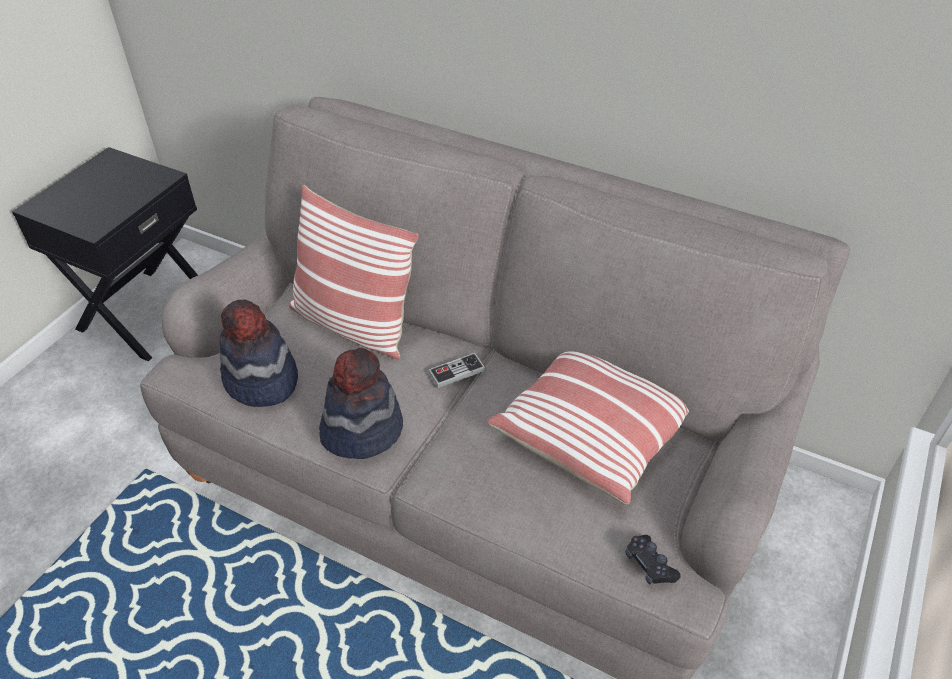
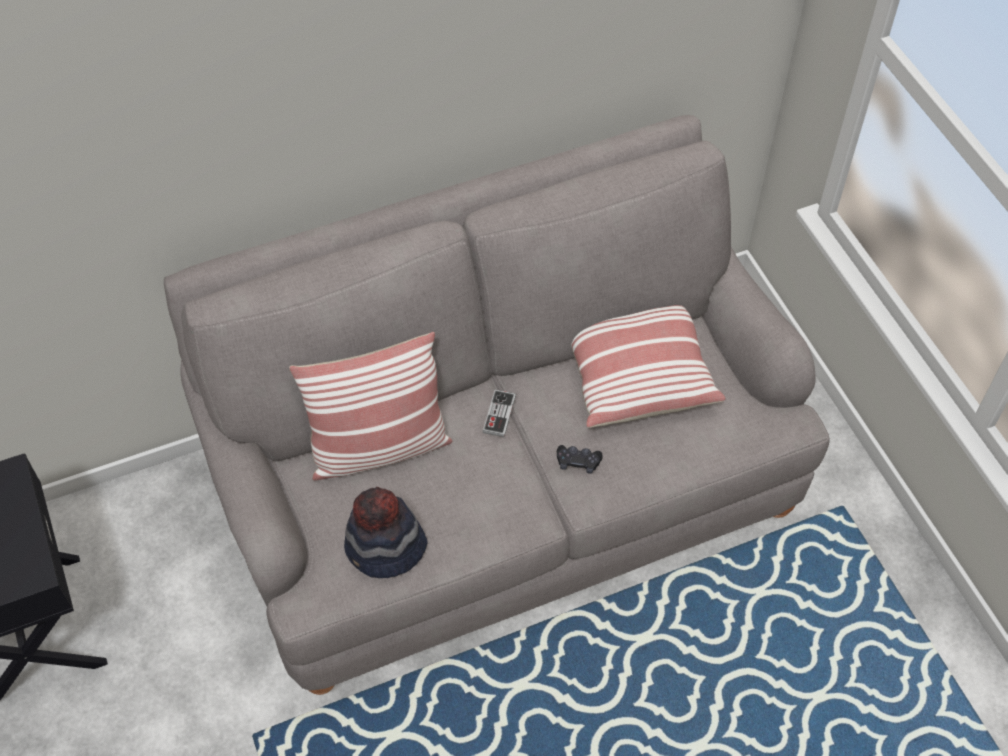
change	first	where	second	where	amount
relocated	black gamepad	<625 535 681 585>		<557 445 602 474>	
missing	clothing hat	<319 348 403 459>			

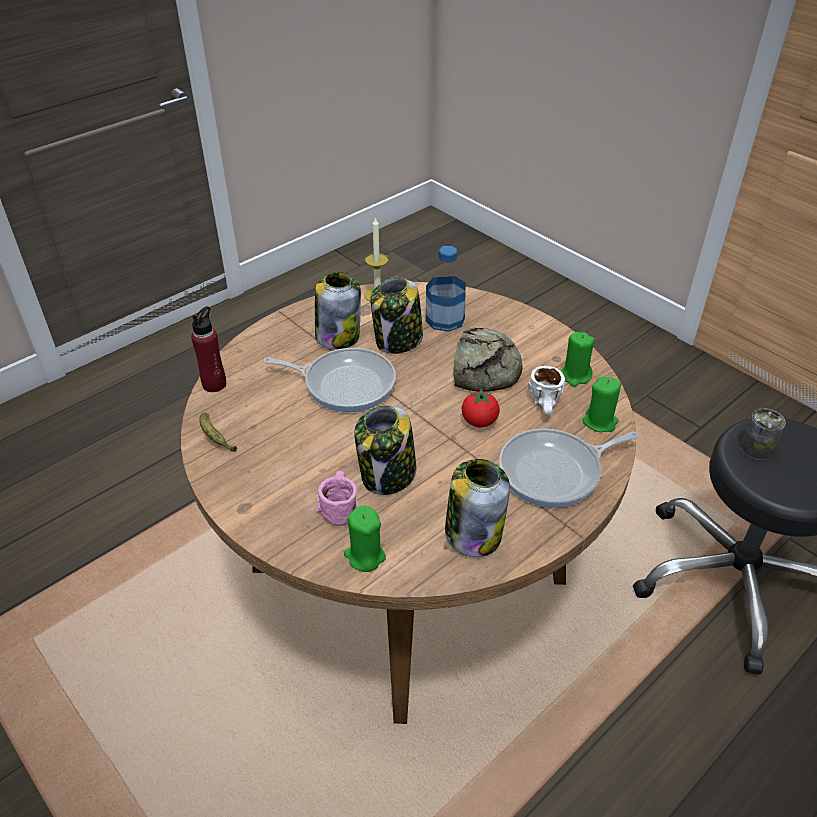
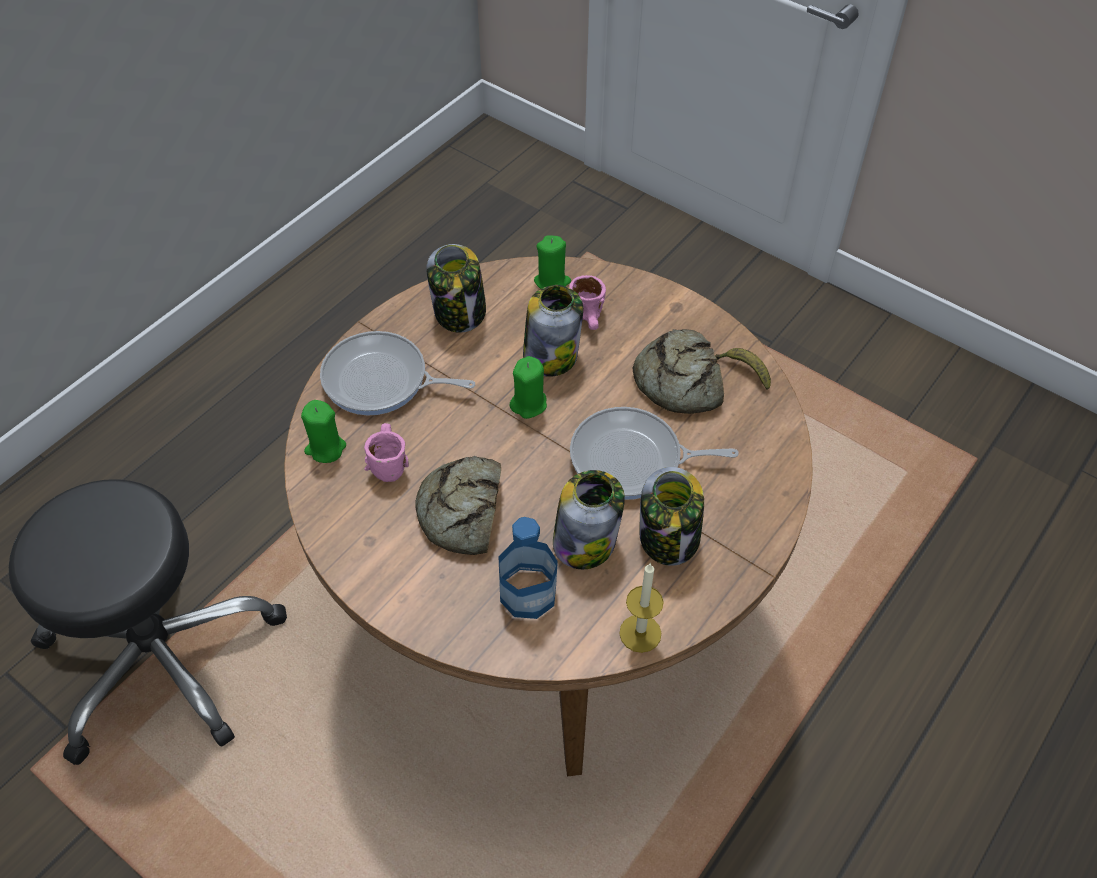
change	first	where	second	where	amount
spun	frying pan	<499 428 639 508>		<320 331 475 415>	135 degrees counterclockwise
colour	white-coloured coffee mug	<528 366 565 415>	pinkish coffee mug	<364 423 409 482>	
relocated	green-coloured wax candle	<561 332 595 387>		<510 356 547 419>	
appeared			bread	<633 329 724 414>	
missing	red bottle	<191 306 226 392>			
missing	whole tomato	<462 388 500 427>			
missing	metal can	<740 408 786 461>			

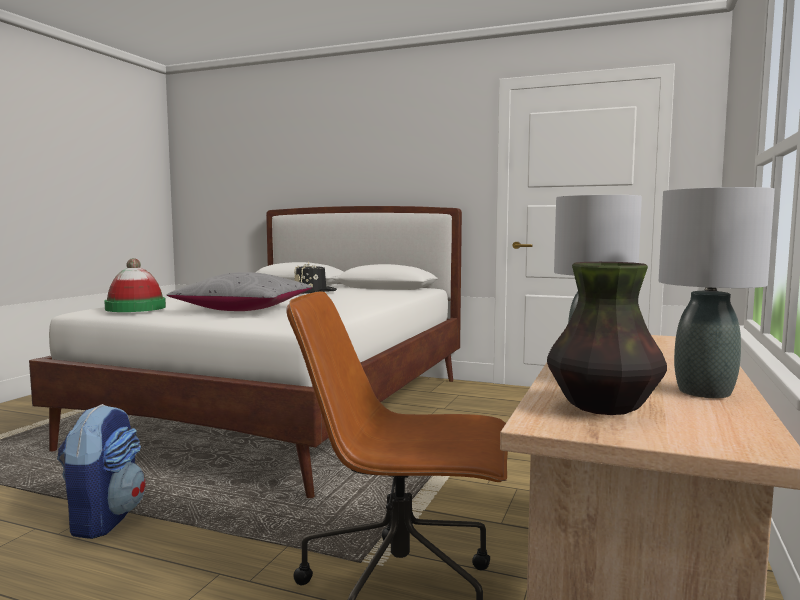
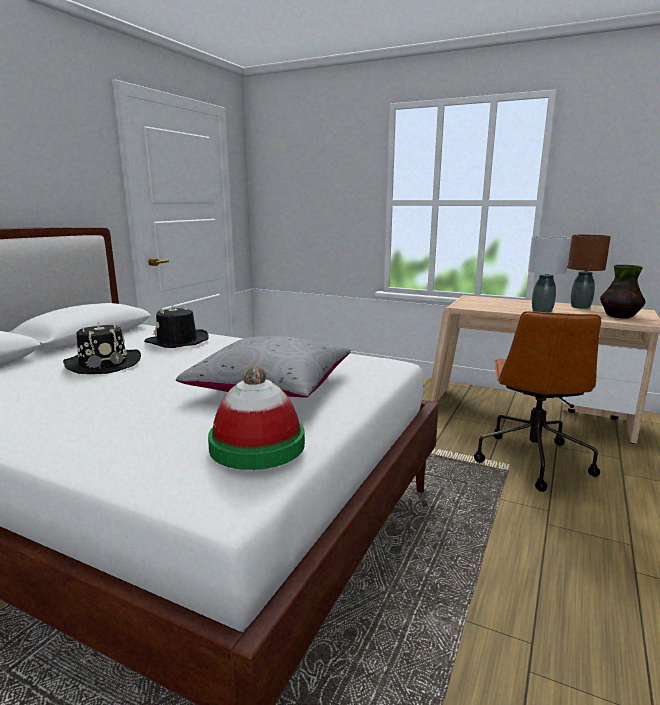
change	first	where	second	where	amount
appeared			black clothing hat	<144 304 209 348>	
colour	gray tabletop lamp	<659 187 775 398>	brownish tabletop lamp	<568 235 611 309>	
missing	rucksack	<57 404 146 539>			

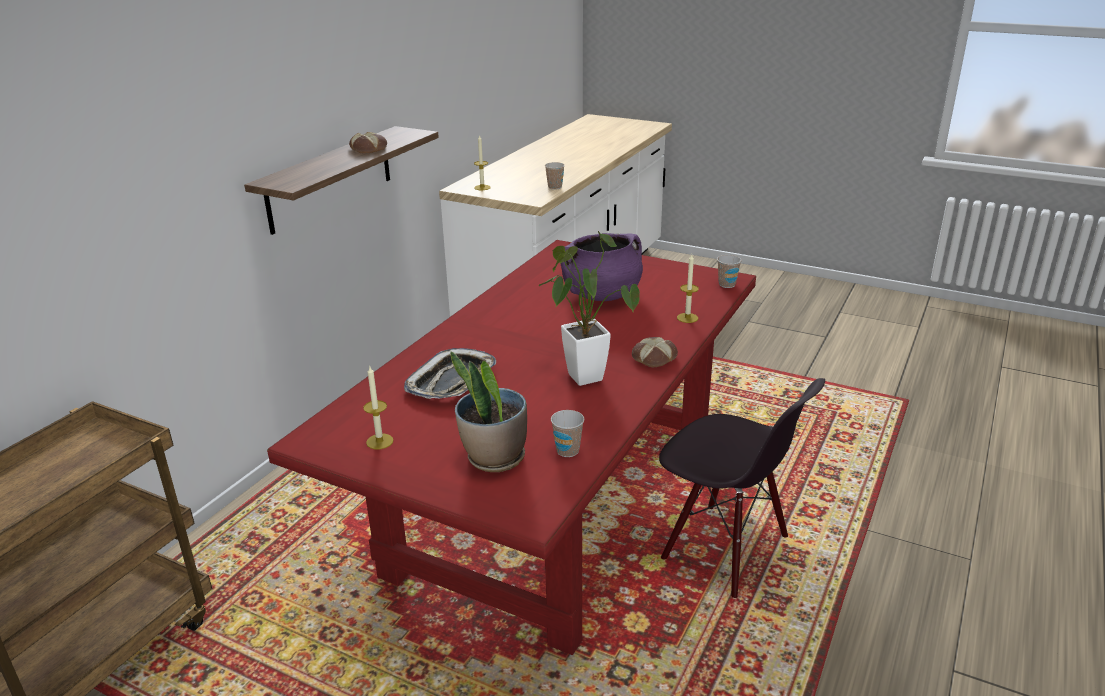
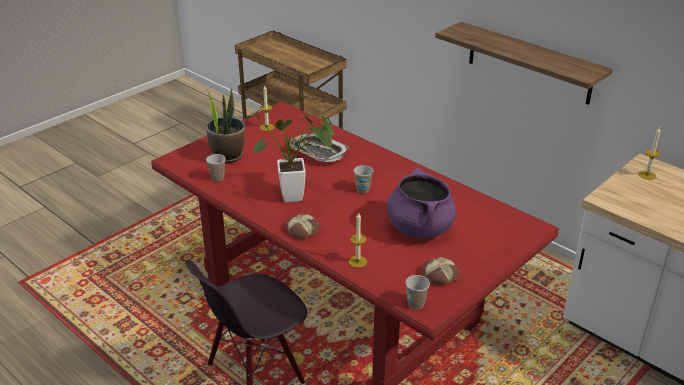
change	first	where	second	where	amount
relocated	small cup	<545 162 565 190>		<354 165 373 193>	
relocated	bread	<349 132 387 153>		<422 257 460 285>	

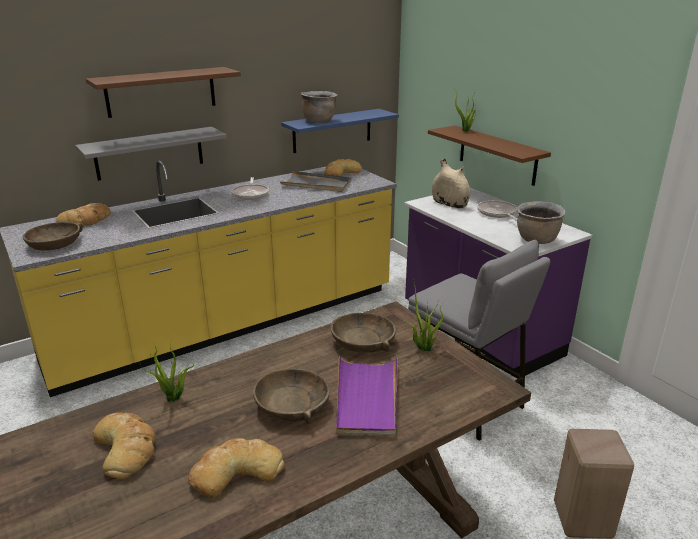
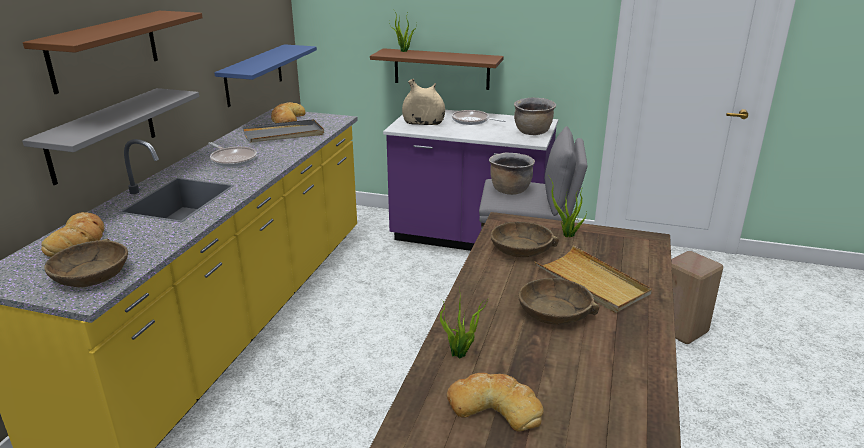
change	first	where	second	where	amount
relocated	brownish stockpot	<301 91 337 123>		<489 152 535 195>	
colour	purple-coloured carrying tray	<336 356 398 435>	sand-coloured carrying tray	<535 246 652 313>	
missing	bread	<188 438 285 498>			

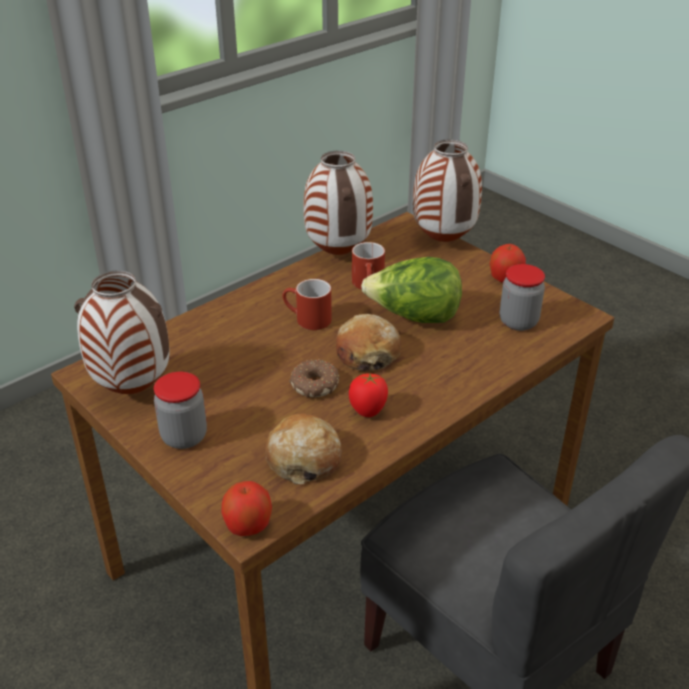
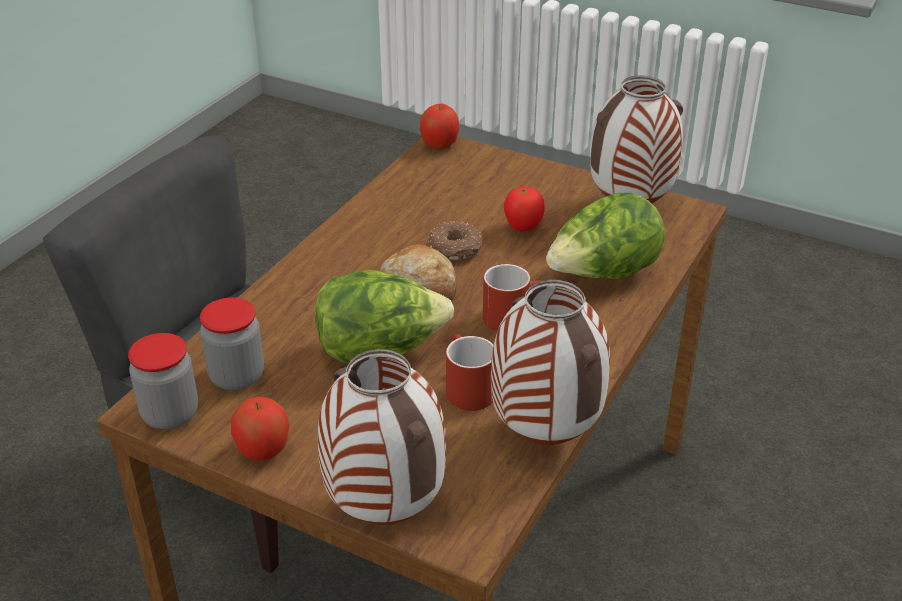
change	first	where	second	where	amount
relocated	preserve jar	<154 371 207 449>		<128 333 198 430>	
relocated	whole tomato	<349 373 388 417>		<504 186 545 231>	
appeared			head of lettuce	<546 193 665 279>	
missing	bread	<265 413 342 485>			

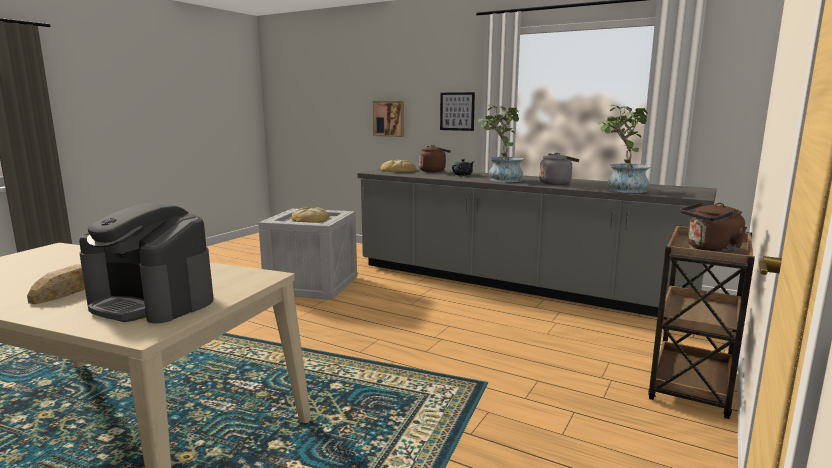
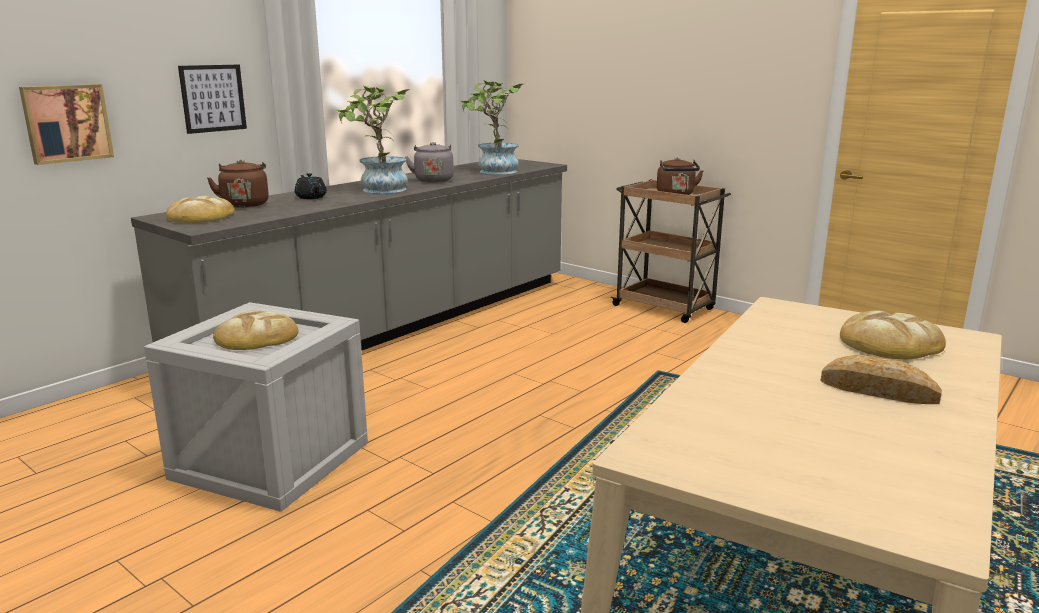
change	first	where	second	where	amount
exchanged	coffee brewer	<79 203 214 323>	bread	<840 311 946 359>	

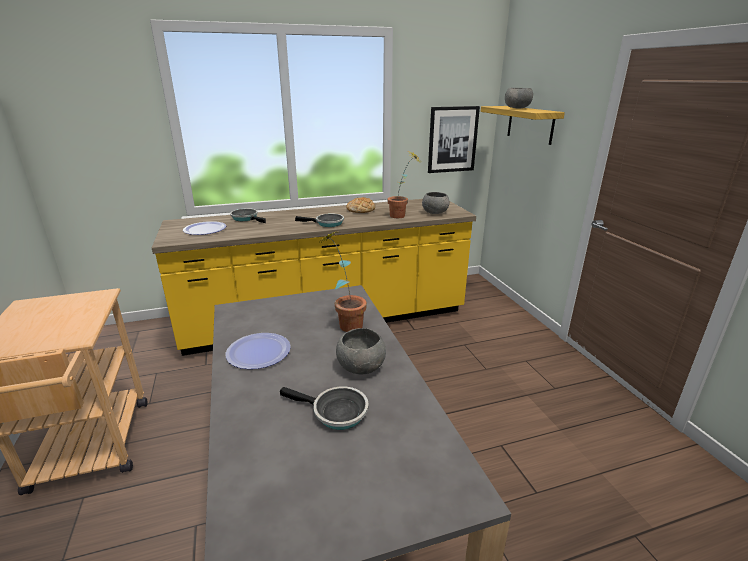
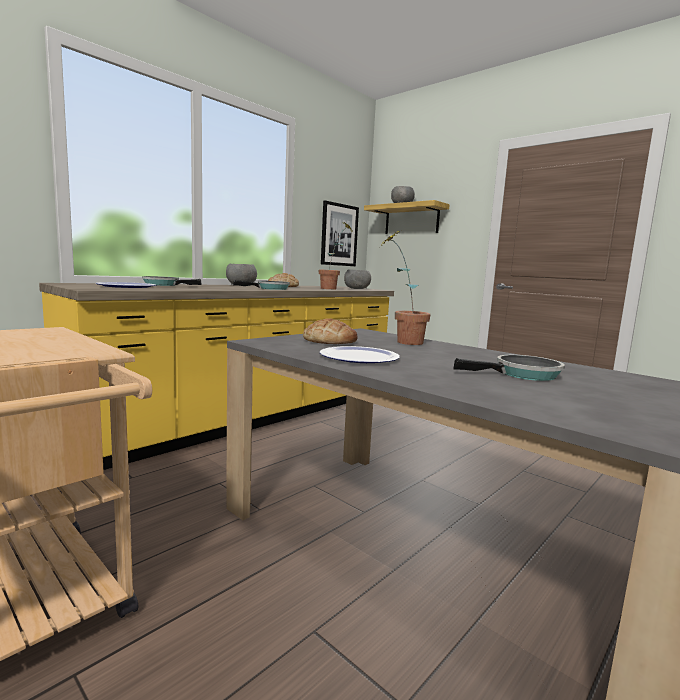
change	first	where	second	where	amount
relocated	gray serving bowl	<336 328 386 374>		<226 264 257 284>	
appeared			bread	<303 318 358 344>	

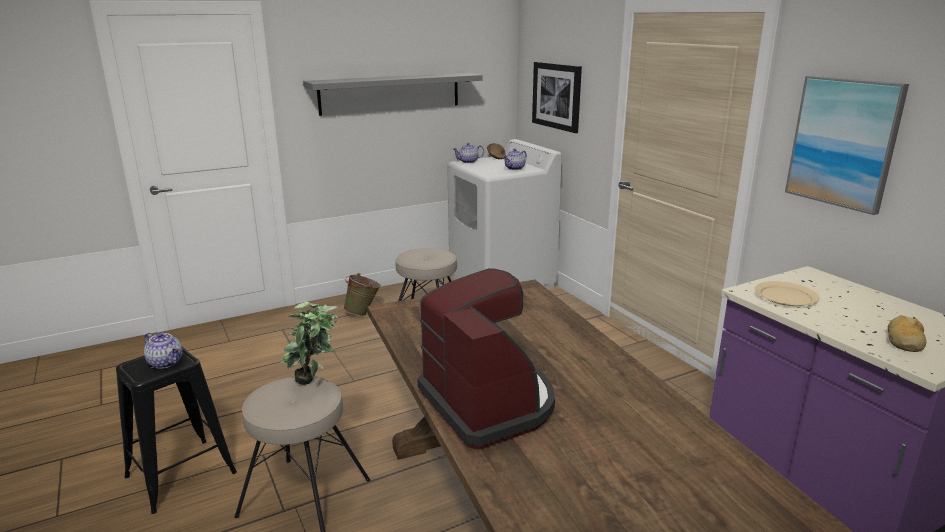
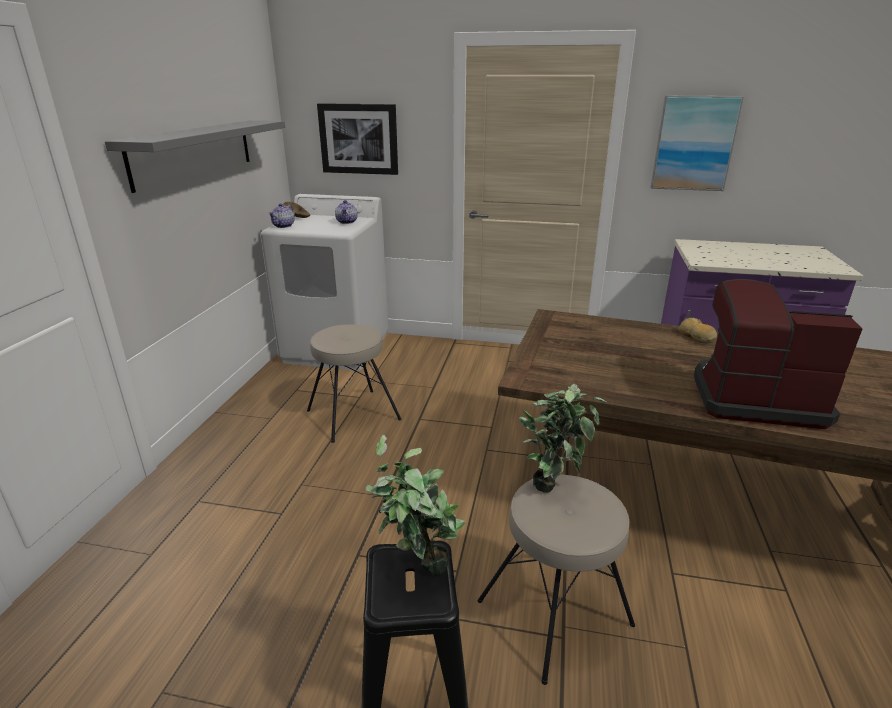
change	first	where	second	where	amount
exchanged	teapot	<144 332 182 369>	plant in a pot	<365 435 465 575>	
relocated	bread	<888 315 926 352>		<678 317 717 344>	
missing	green-coloured water bucket	<343 273 381 316>			
missing	sand-coloured plate	<755 281 820 306>			

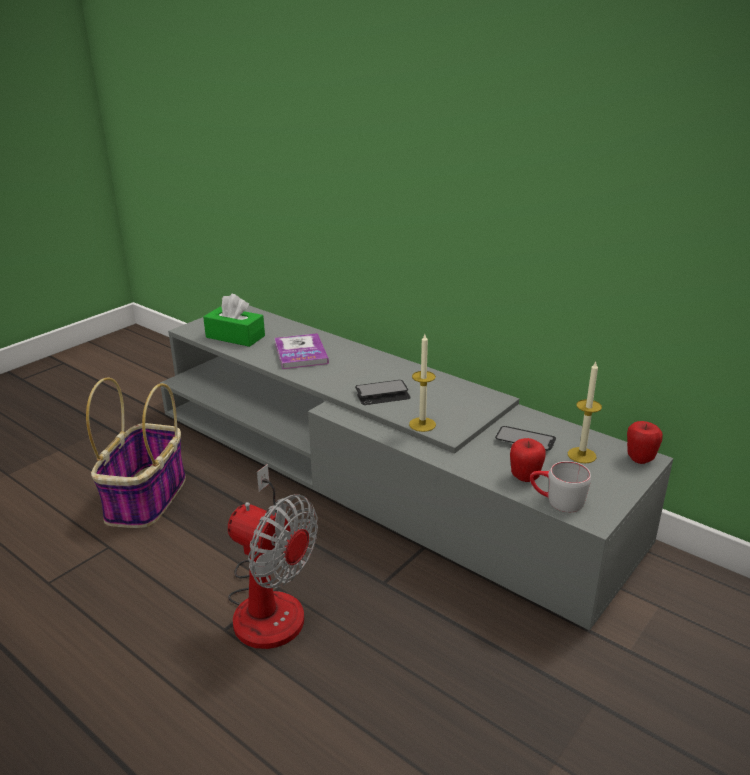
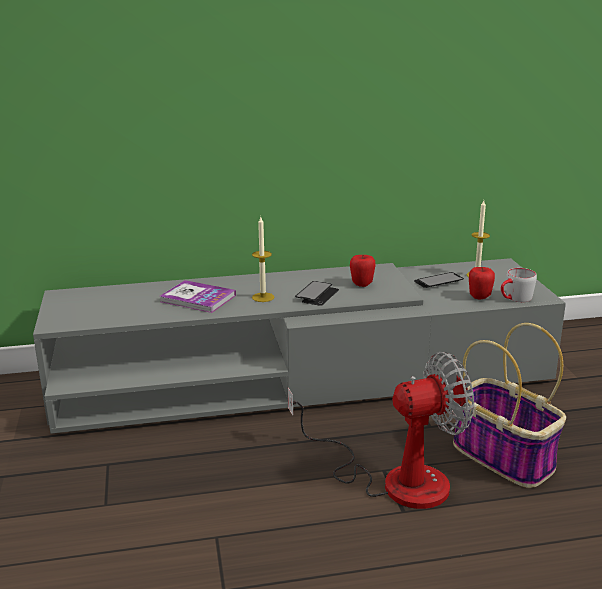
change	first	where	second	where	amount
relocated	wax candle	<409 334 436 432>		<252 217 275 302>	
relocated	apple fruit	<627 421 663 464>		<350 255 376 287>	
relocated	household basket	<86 377 186 528>		<453 323 566 488>	
missing	green-coloured tissue holder	<203 294 265 347>			

